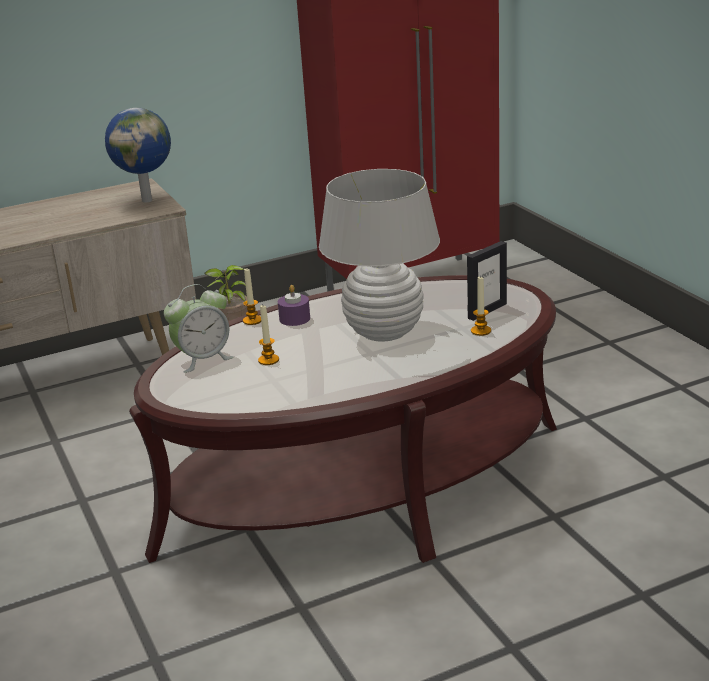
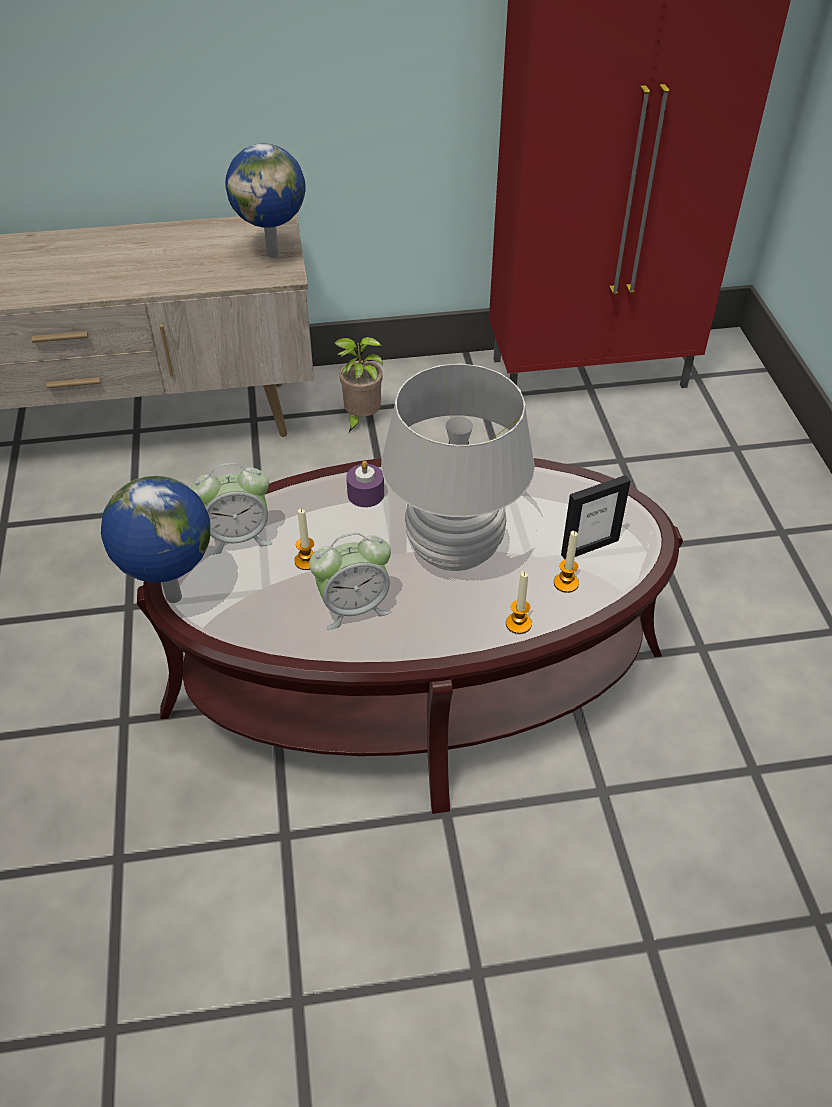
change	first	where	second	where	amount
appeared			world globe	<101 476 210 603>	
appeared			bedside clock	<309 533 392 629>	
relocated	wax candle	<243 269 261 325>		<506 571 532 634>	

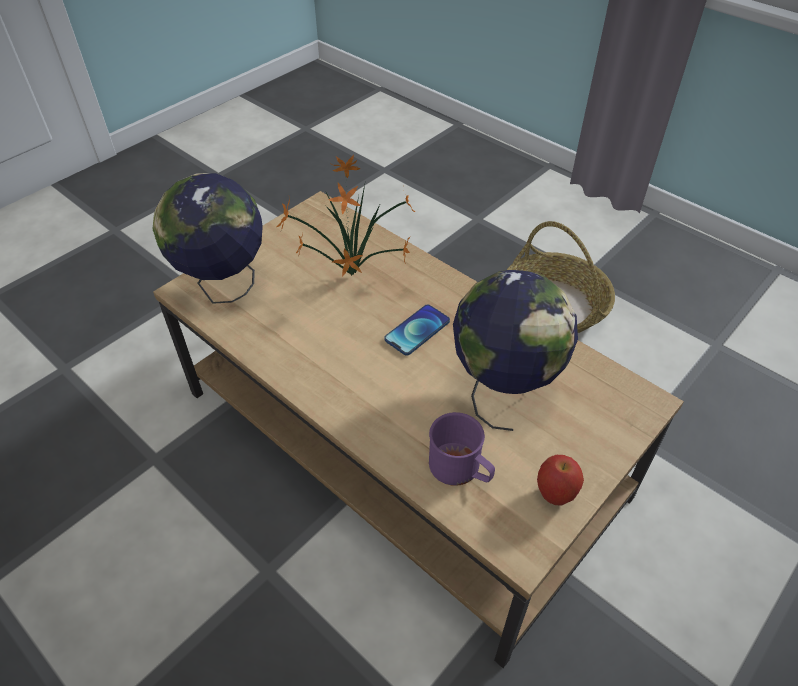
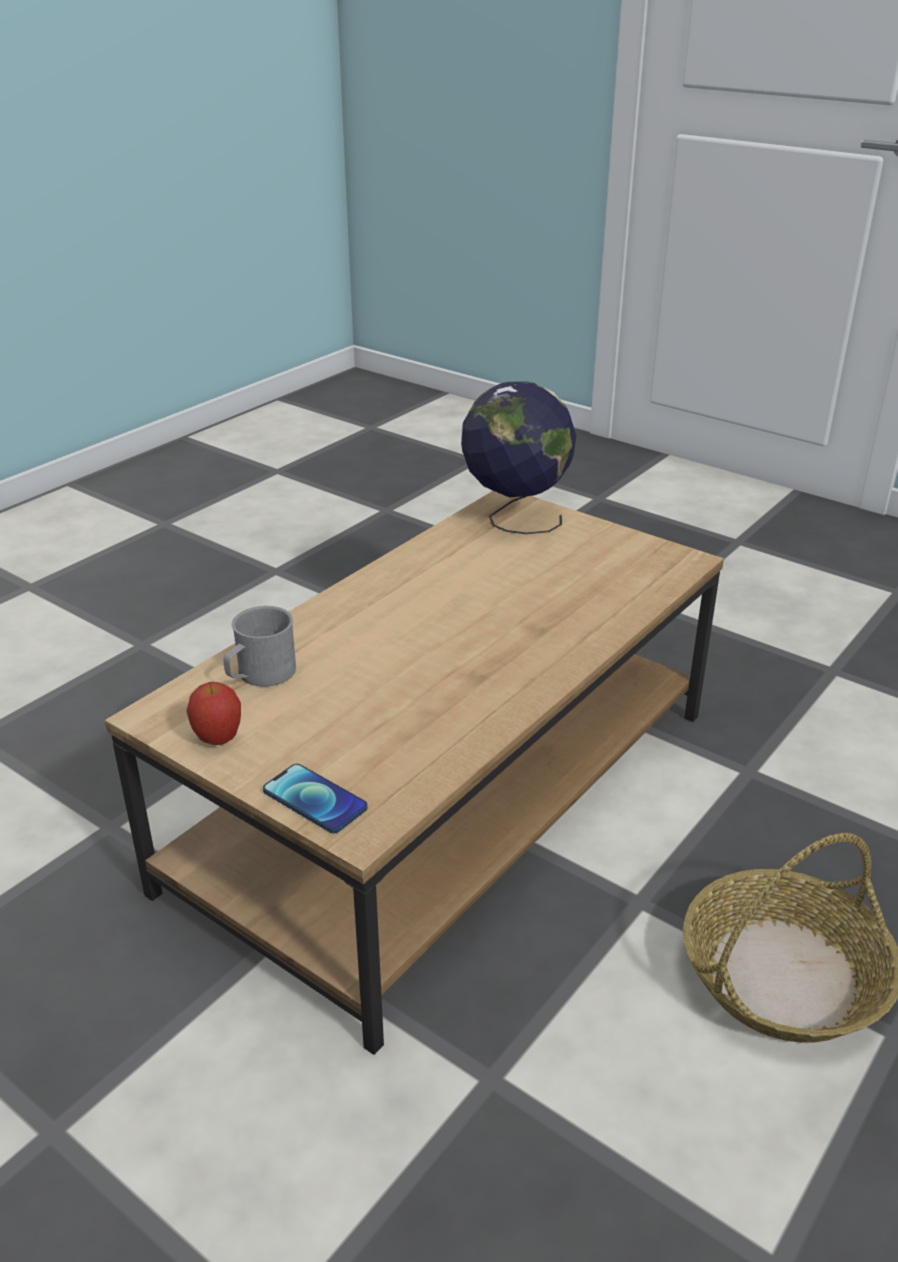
change	first	where	second	where	amount
colour	purple-coloured coffee mug	<429 412 495 486>	gray coffee mug	<223 606 296 687>	
relocated	telephone	<384 304 450 356>		<263 764 368 833>	
missing	plant in a pot	<277 155 415 277>			
missing	world globe	<453 270 578 431>			

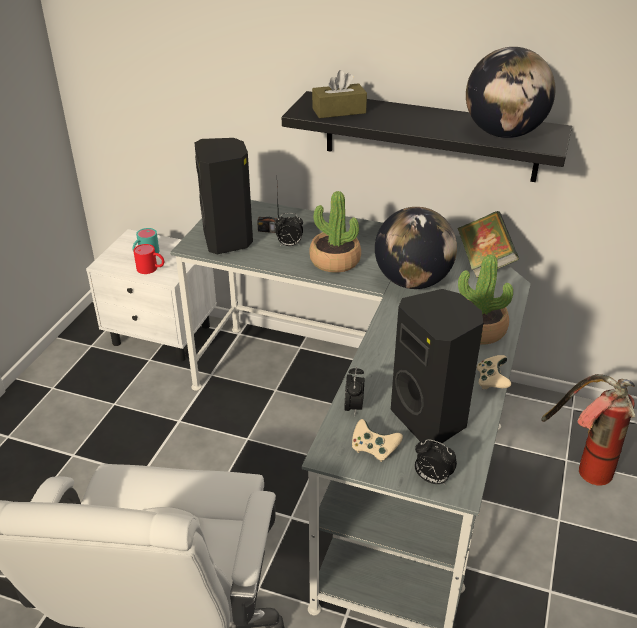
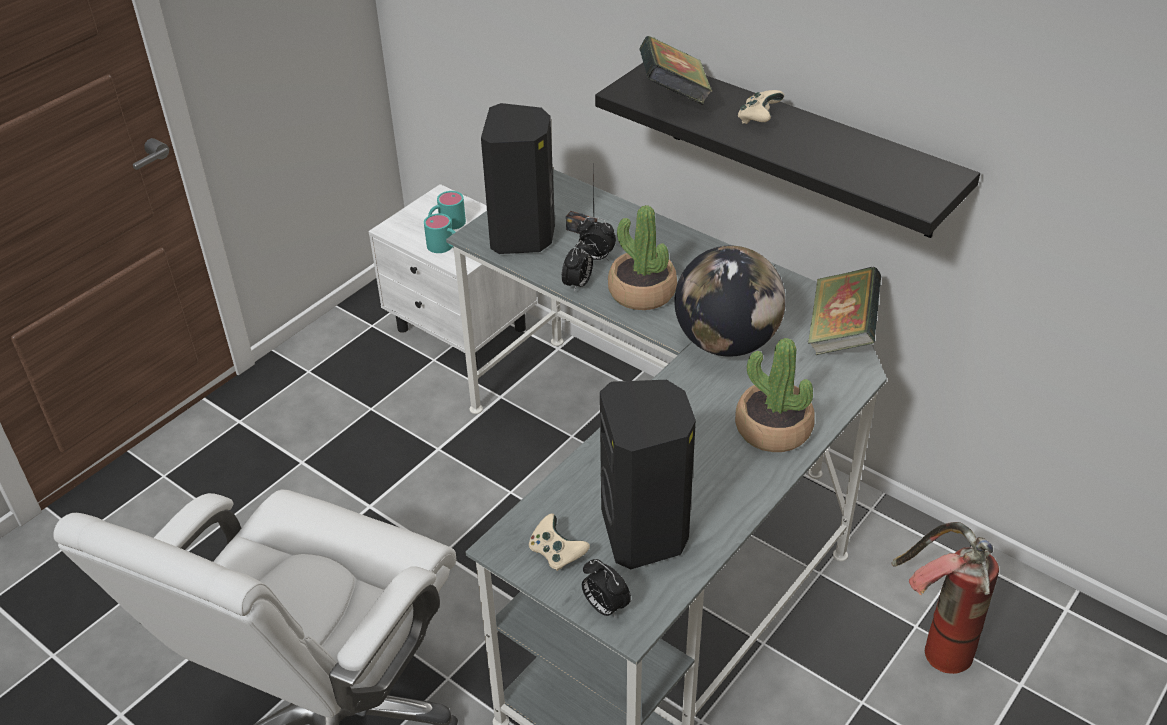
change	first	where	second	where	amount
colour	red coffee mug	<133 244 164 274>	turquoise-coloured coffee mug	<424 214 455 253>	
relocated	bedside clock	<344 366 364 415>		<562 240 593 293>	
exchanged	brownish tissue holder	<312 70 367 118>	volume	<639 36 712 105>	
relocated	sand-coloured gamepad	<477 355 512 389>		<738 90 784 124>	
missing	world globe	<466 47 556 138>			

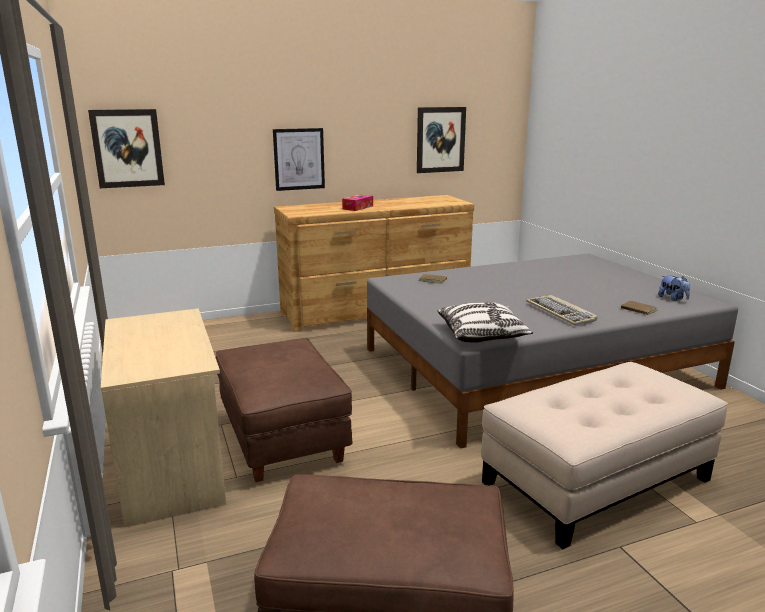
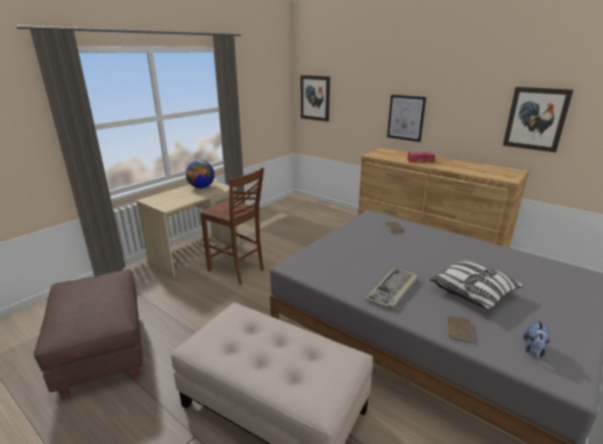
change	first	where	second	where	amount
appeared			world globe	<186 160 215 189>	
exchanged	brownish ottoman	<216 338 352 482>	brownish chair	<200 168 264 285>	
relocated	pillow	<438 302 533 343>		<429 259 524 310>	

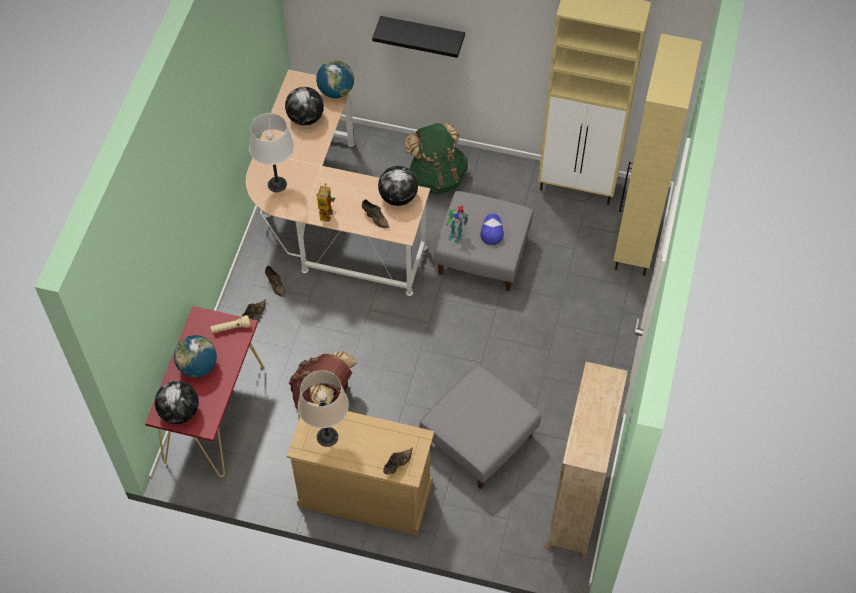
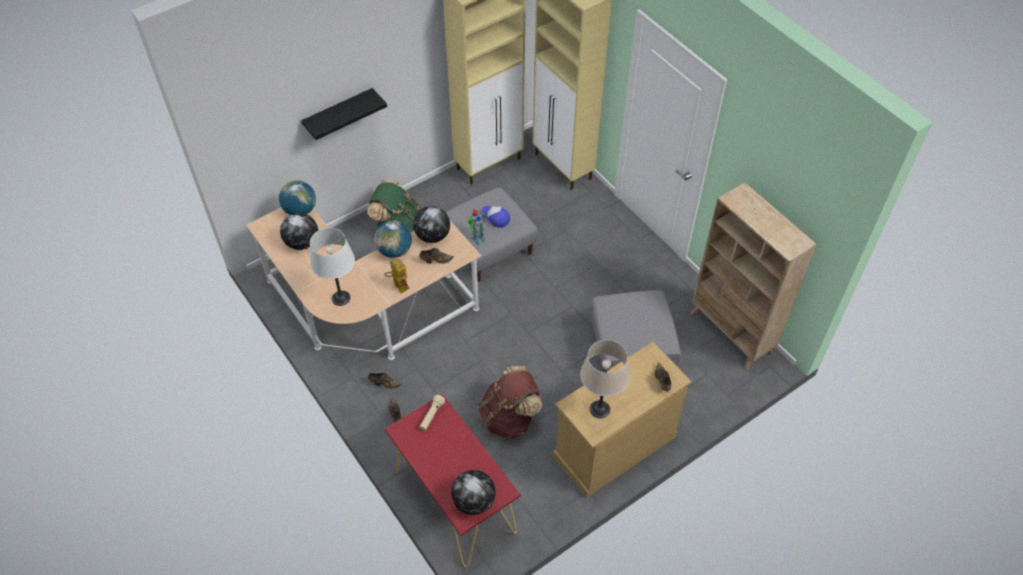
change	first	where	second	where	amount
relocated	world globe	<174 335 217 378>		<374 220 412 258>	

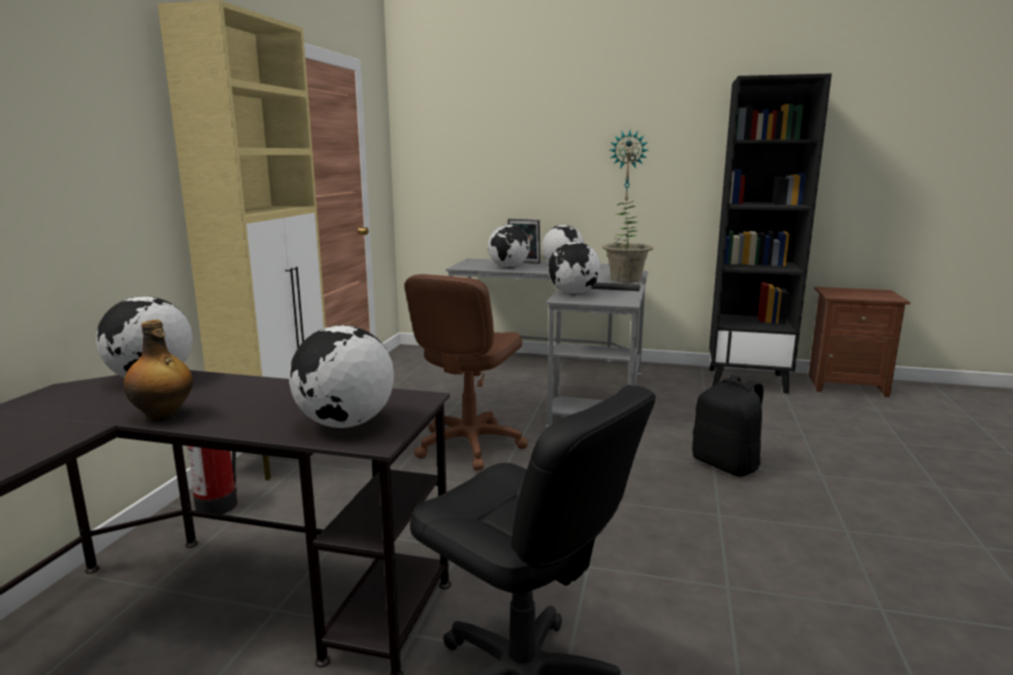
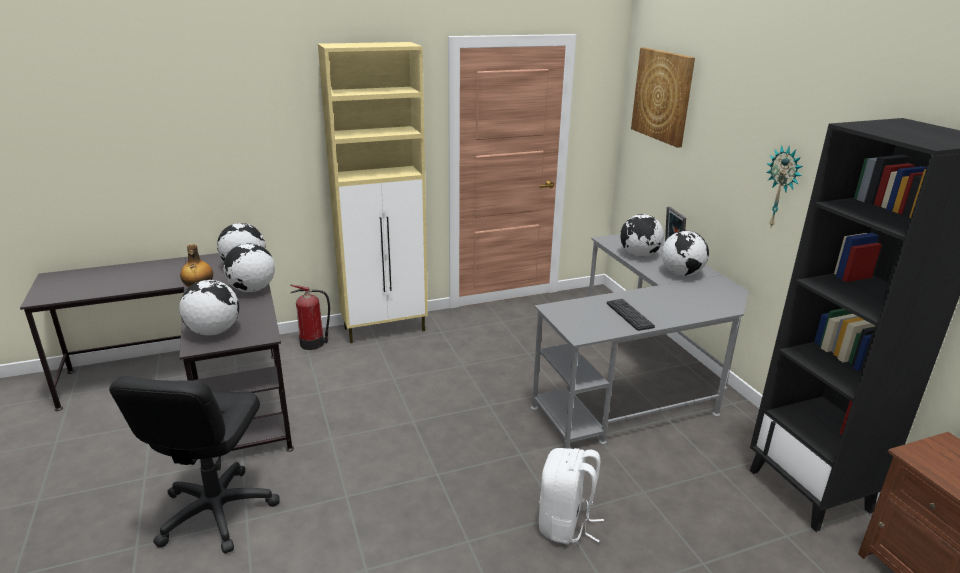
change	first	where	second	where	amount
relocated	world globe	<548 242 601 295>		<223 243 275 292>	
colour	black rucksack	<692 375 764 477>	white-coloured rucksack	<539 448 604 544>	
appeared			picture	<631 47 695 148>	
missing	brownish office chair	<405 274 528 470>			
missing	plant in a pot	<602 201 653 282>			

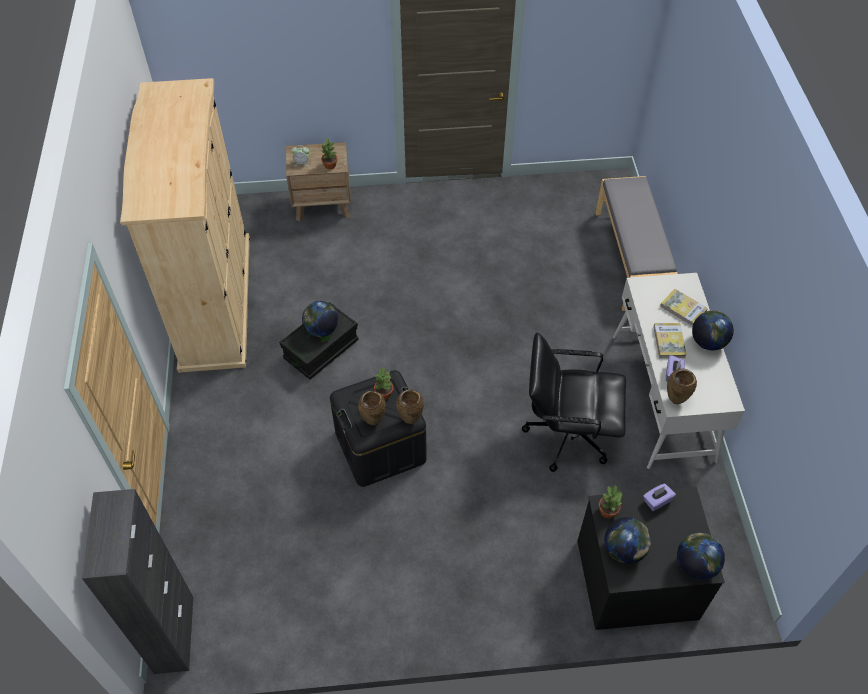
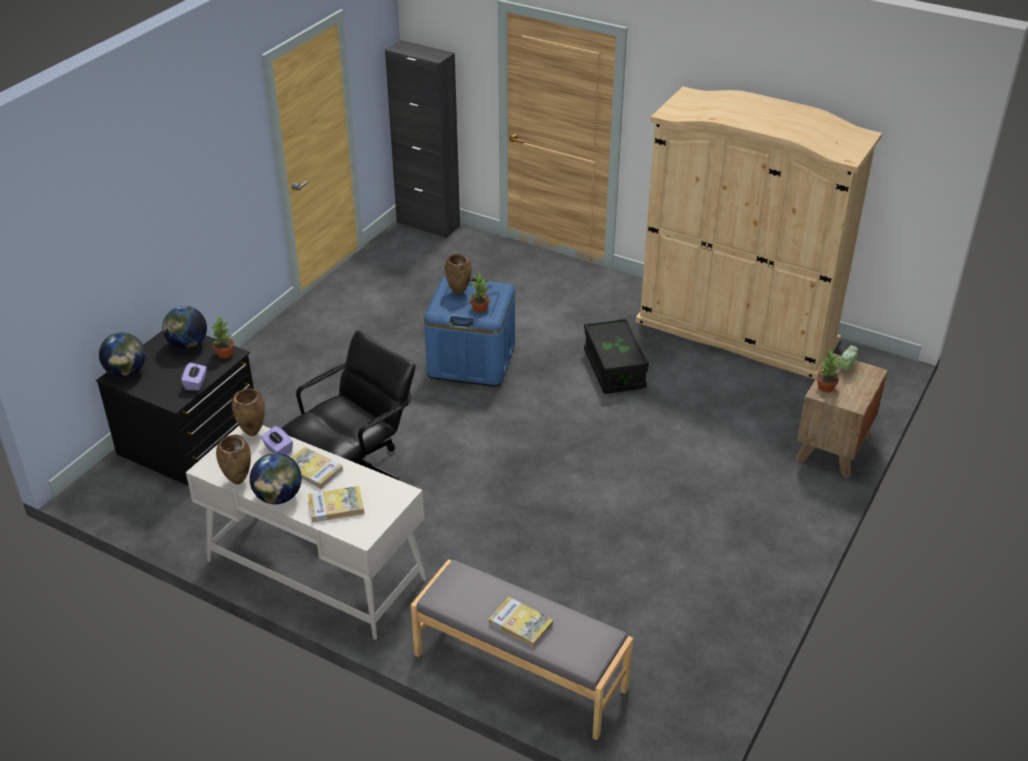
change	first	where	second	where	amount
relocated	brownish vase	<396 389 424 424>		<216 434 251 484>	
colour	black storage container	<330 370 427 487>	blue storage container	<424 277 515 387>	
appeared			volume	<489 597 553 648>	
missing	world globe	<302 301 338 337>			

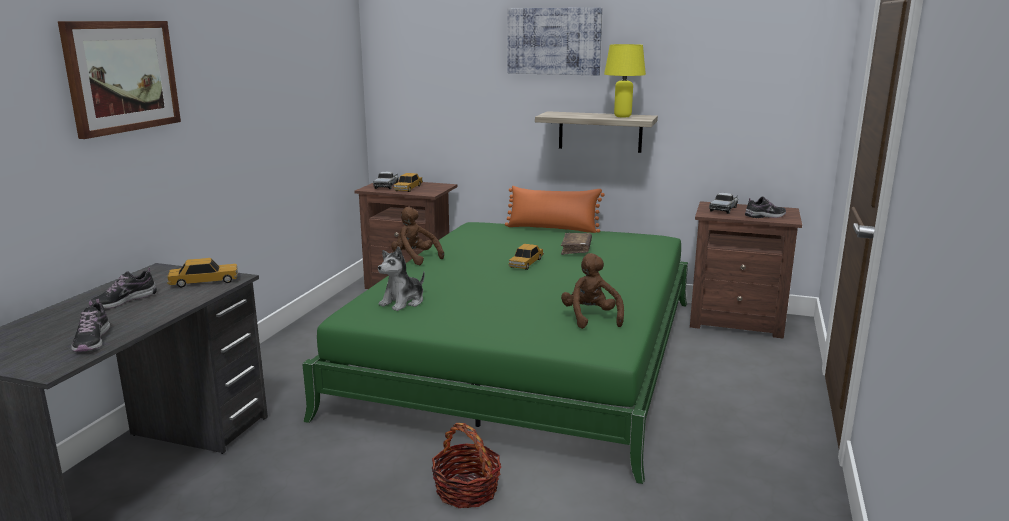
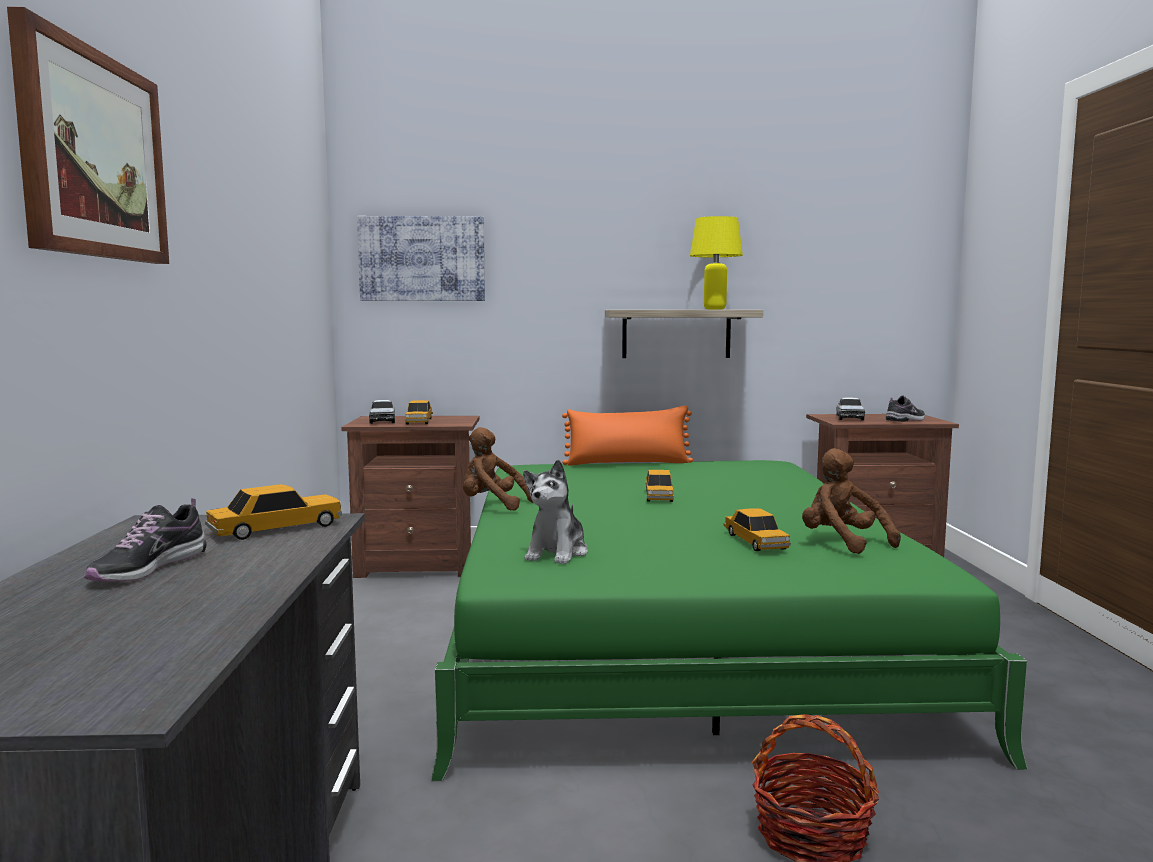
change	first	where	second	where	amount
relocated	picture	<507 8 602 76>		<357 216 485 301>	
appeared			miniature car	<723 508 791 551>	
missing	item of footwear	<71 299 110 352>			
missing	brownish volume	<561 233 592 255>			

